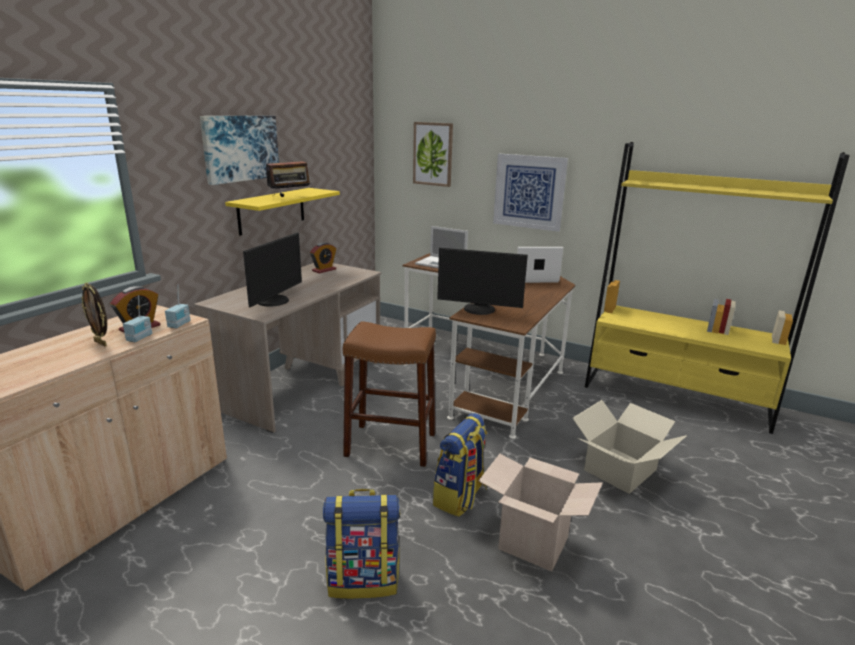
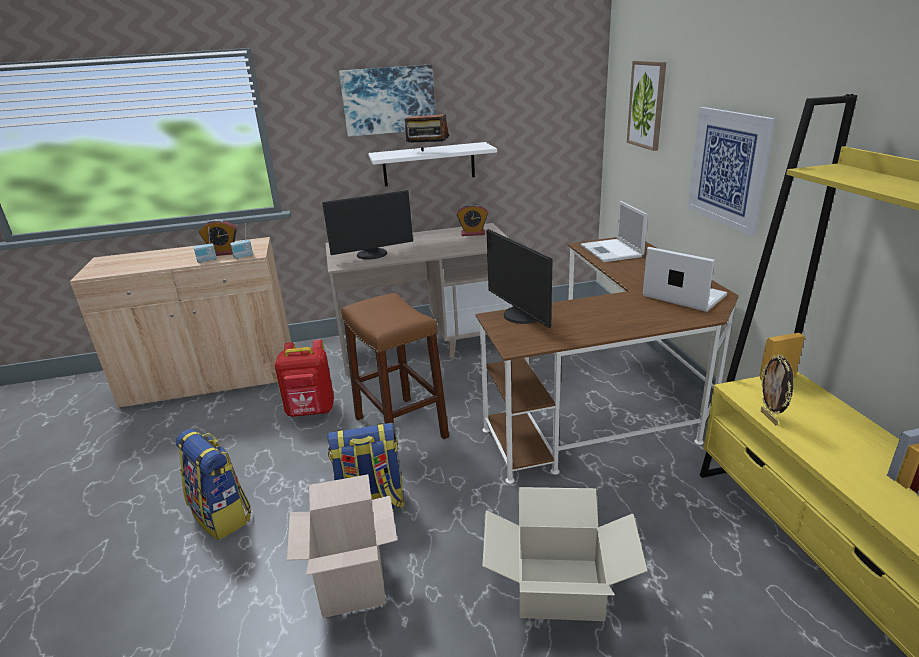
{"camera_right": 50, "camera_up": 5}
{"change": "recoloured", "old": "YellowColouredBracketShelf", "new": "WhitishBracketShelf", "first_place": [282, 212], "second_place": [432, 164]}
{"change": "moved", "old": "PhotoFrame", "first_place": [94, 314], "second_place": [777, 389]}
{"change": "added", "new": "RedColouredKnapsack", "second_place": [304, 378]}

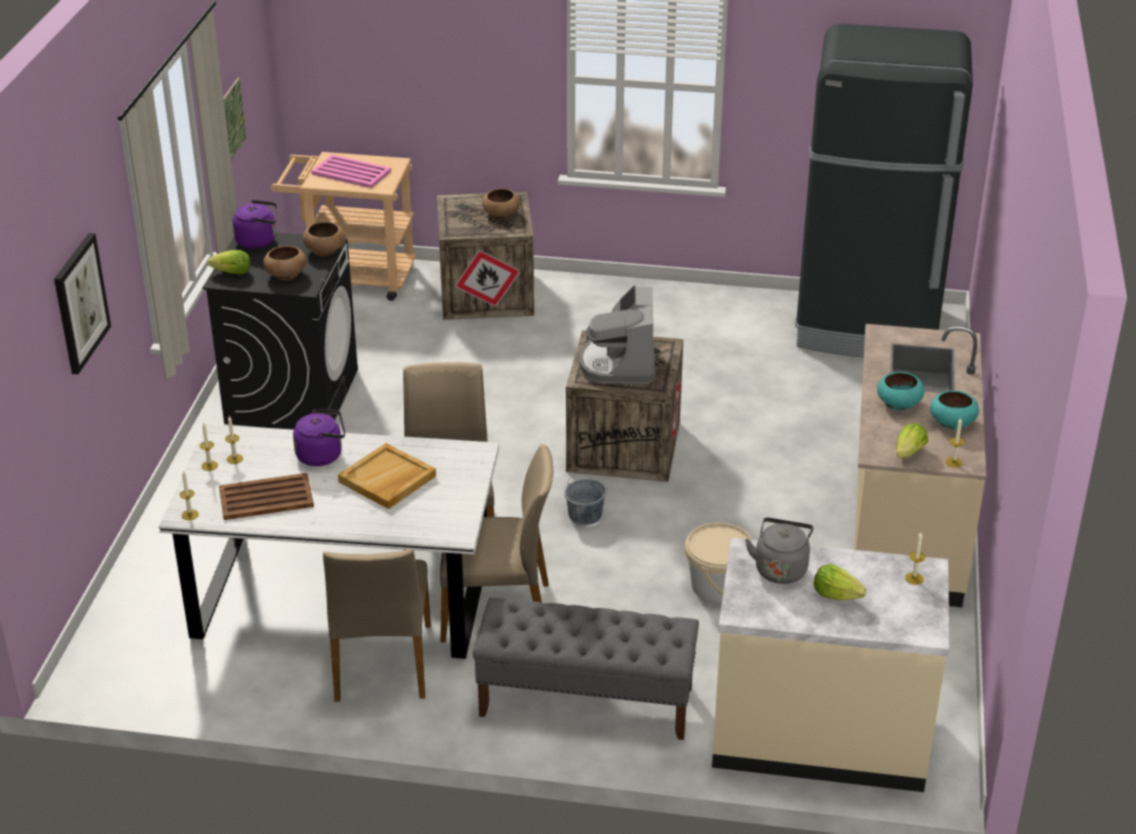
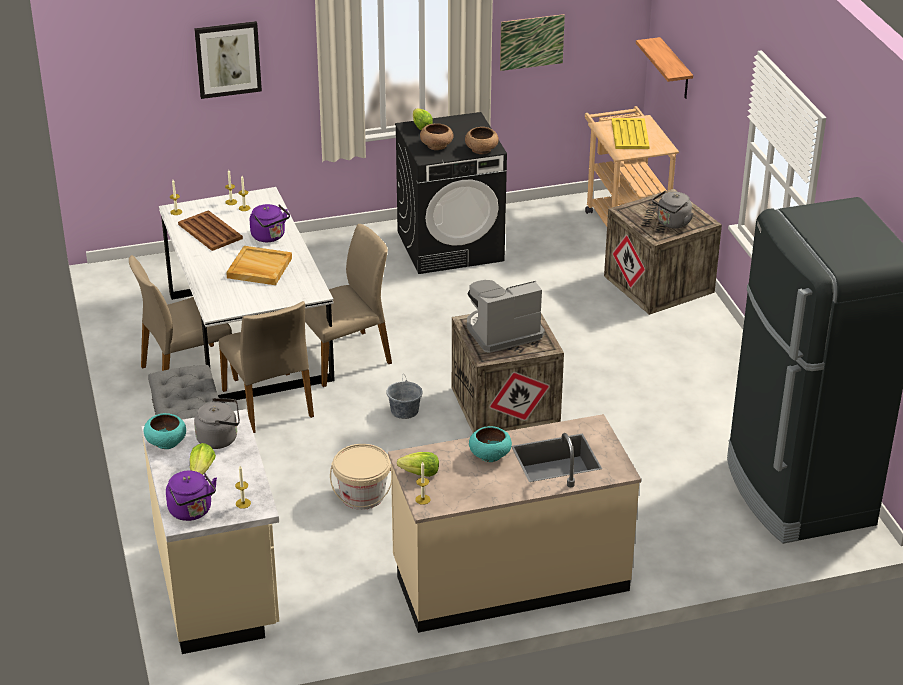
{"camera_right": 65, "camera_up": 0}
{"change": "recoloured", "old": "PinkCarryingTray", "new": "YellowColouredCarryingTray", "first_place": [351, 171], "second_place": [631, 133]}
{"change": "replaced", "old": "BrownishBowl", "new": "GrayWaterKettle", "first_place": [501, 204], "second_place": [672, 209]}
{"change": "moved", "old": "PurpleColouredWaterKettle", "first_place": [254, 224], "second_place": [191, 496]}
{"change": "moved", "old": "TurquoiseBowl", "first_place": [954, 410], "second_place": [165, 431]}
{"change": "added", "new": "BracketShelf", "second_place": [664, 68]}

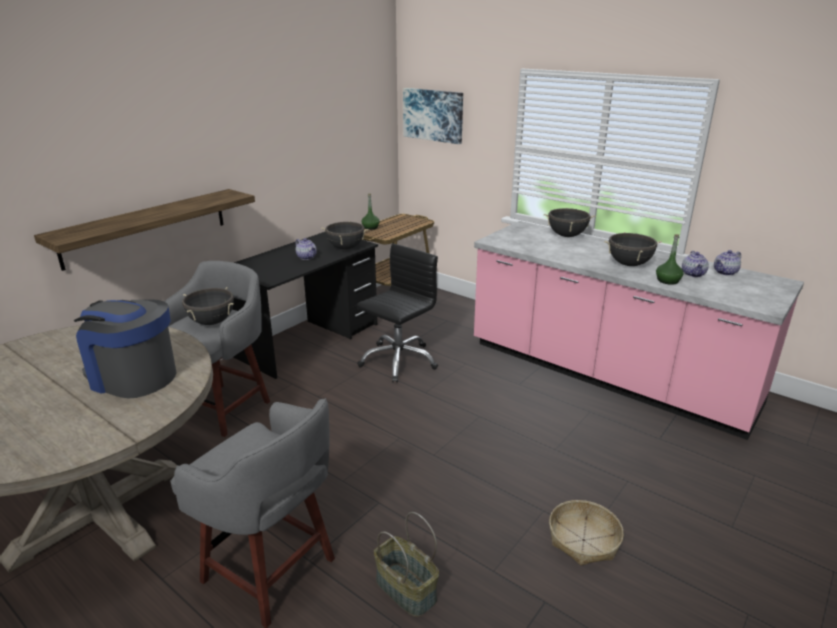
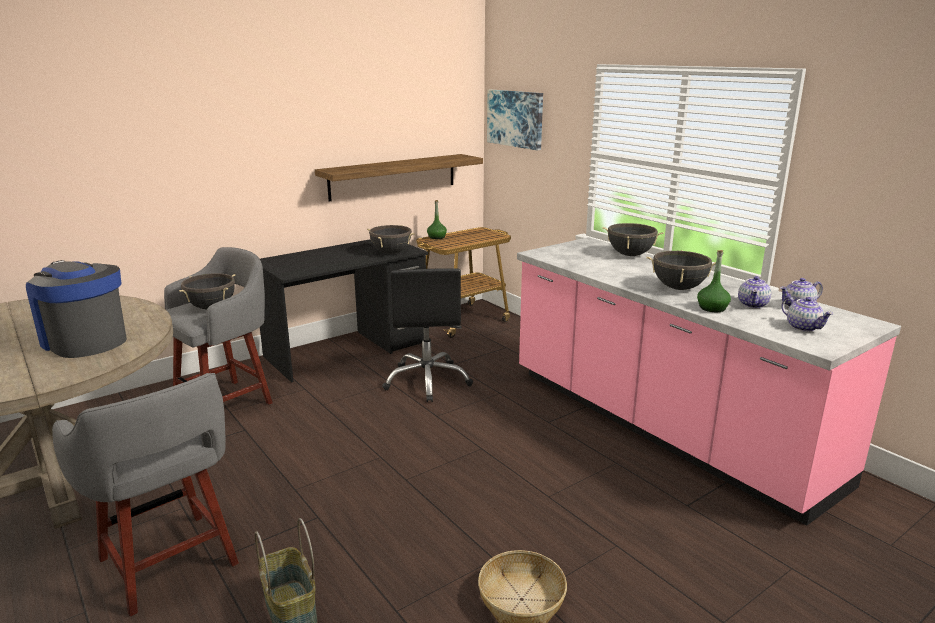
{"camera_right": 15, "camera_up": -5}
{"change": "moved", "old": "BracketShelf", "first_place": [144, 230], "second_place": [399, 178]}
{"change": "moved", "old": "Teapot", "first_place": [306, 249], "second_place": [807, 314]}
{"change": "turned", "old": "BlackComputerChair", "first_place": [397, 313], "second_place": [427, 335], "degrees": 120}

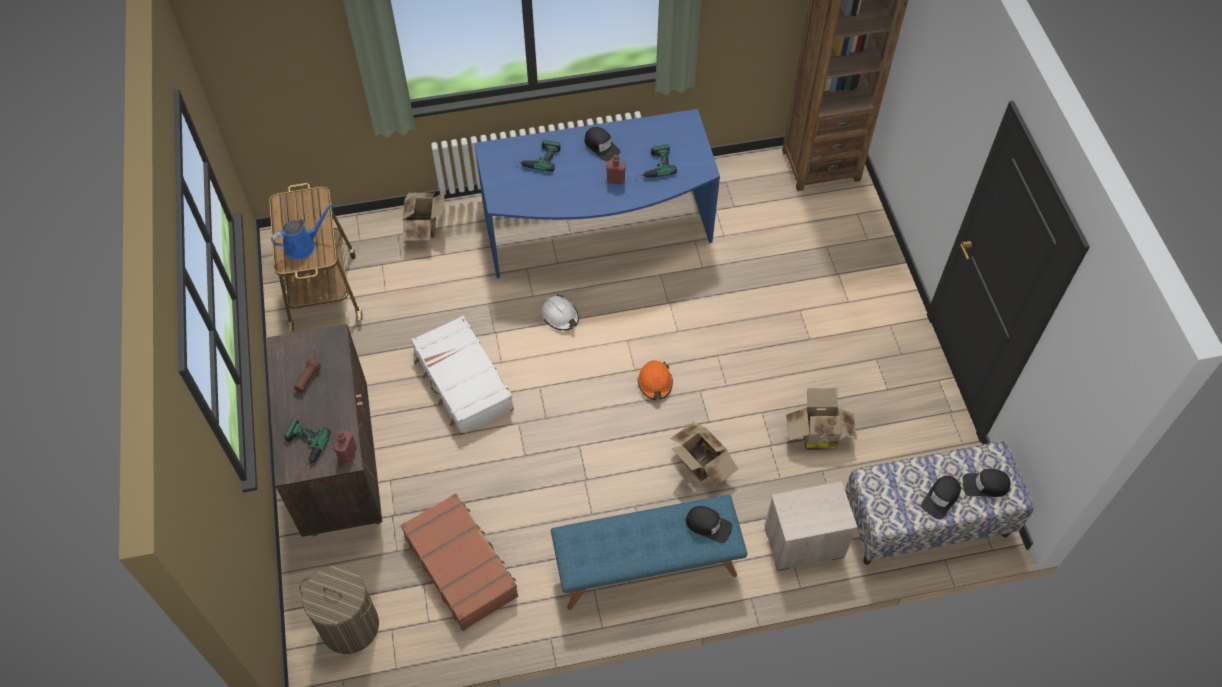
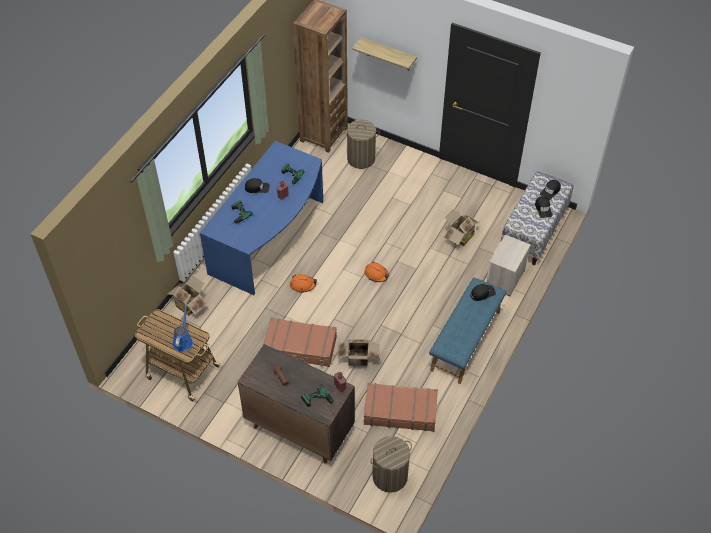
{"camera_right": -50, "camera_up": -5}
{"change": "recoloured", "old": "WhitishHardHat", "new": "OrangeHardHat", "first_place": [560, 312], "second_place": [303, 283]}
{"change": "recoloured", "old": "WhitishSuitcase", "new": "BrownishSuitcase", "first_place": [462, 375], "second_place": [300, 342]}
{"change": "moved", "old": "CardboardBox", "first_place": [704, 454], "second_place": [358, 352]}
{"change": "added", "new": "BracketShelf", "second_place": [384, 53]}
{"change": "added", "new": "Hamper", "second_place": [362, 144]}

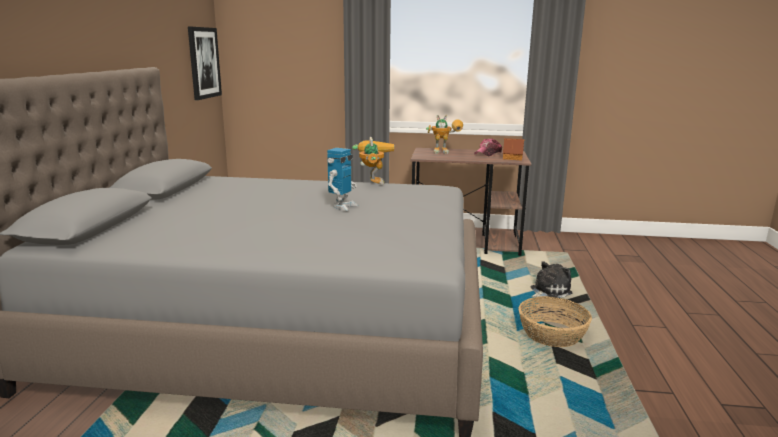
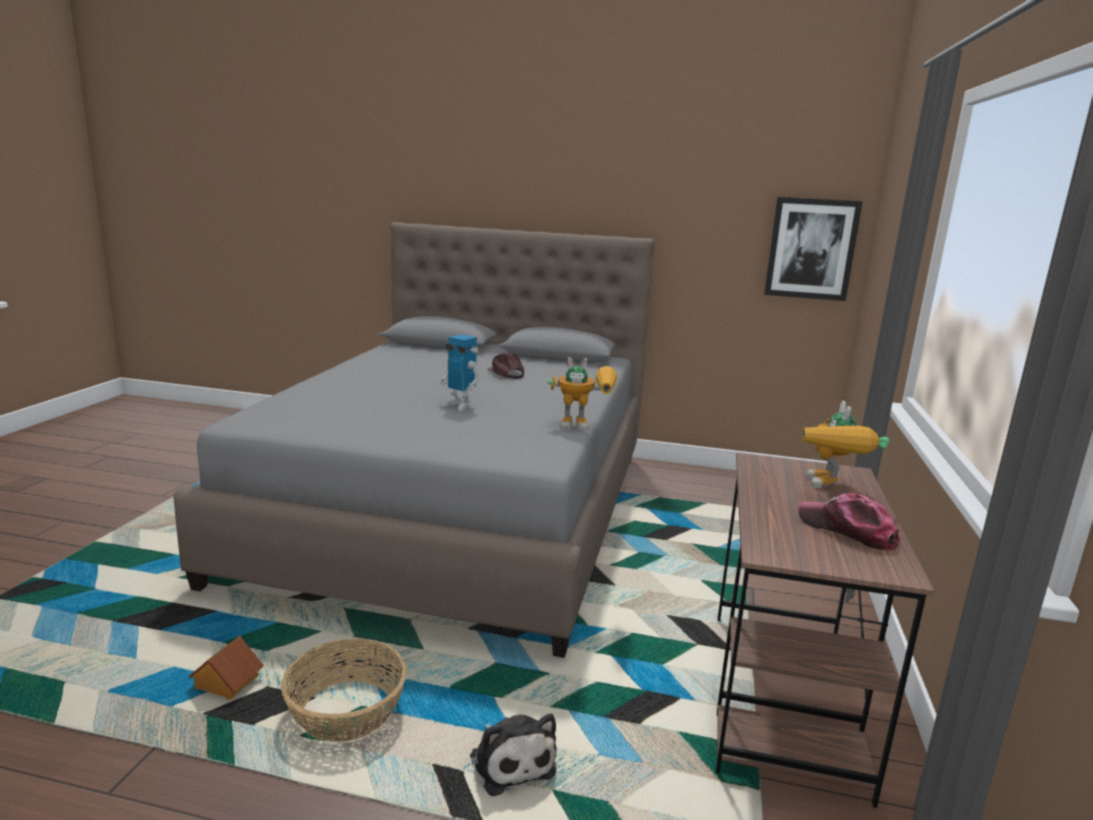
{"camera_right": 95, "camera_up": 0}
{"change": "moved", "old": "ModelHouse", "first_place": [514, 149], "second_place": [226, 668]}
{"change": "added", "new": "BrownishCap", "second_place": [506, 365]}

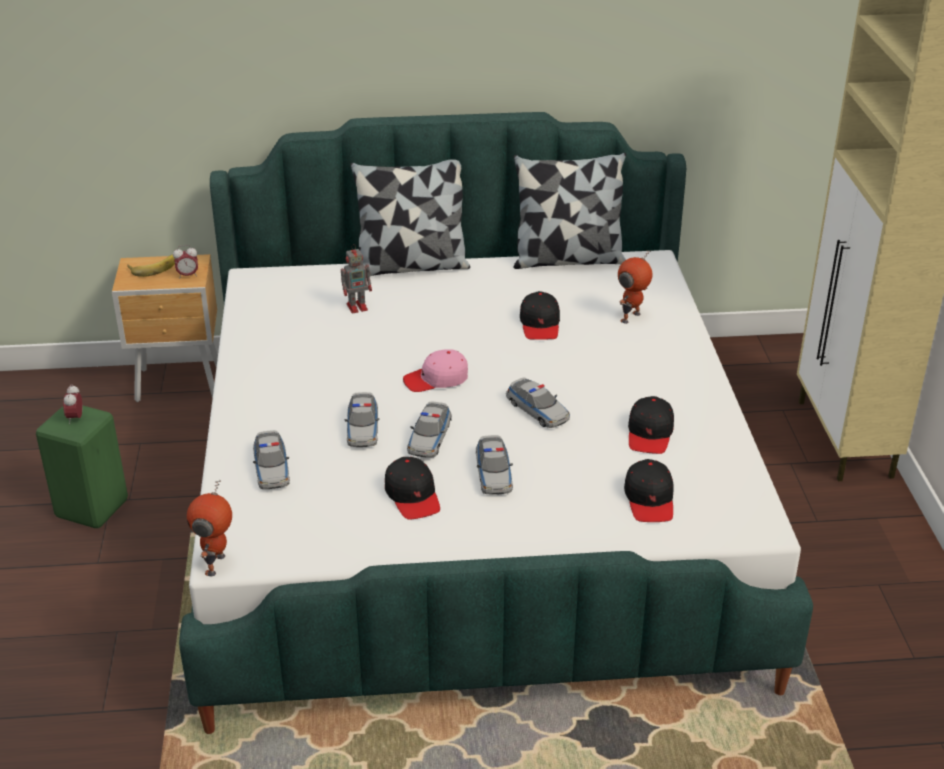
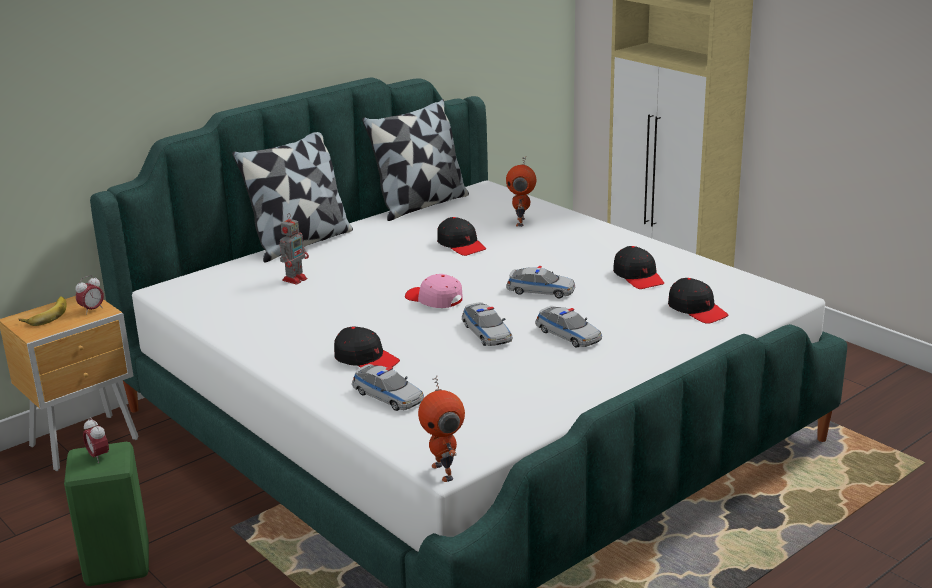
{"camera_right": -35, "camera_up": -10}
{"change": "turned", "old": "PinkCap", "first_place": [435, 370], "second_place": [434, 291], "degrees": 90}
{"change": "removed", "old": "ModelCar", "first_place": [362, 419]}
{"change": "moved", "old": "BlackCap", "first_place": [412, 488], "second_place": [367, 347]}

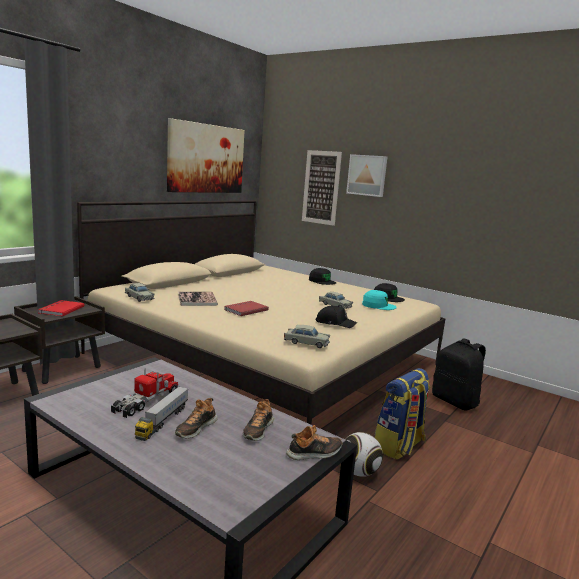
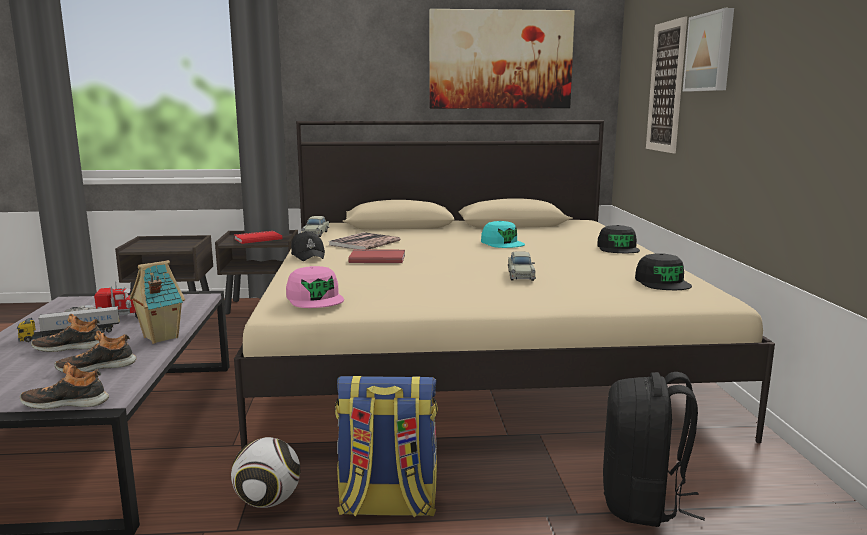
{"camera_right": 50, "camera_up": 0}
{"change": "moved", "old": "TurquoiseCap", "first_place": [379, 300], "second_place": [503, 234]}
{"change": "moved", "old": "BlackCap", "first_place": [336, 316], "second_place": [308, 246]}
{"change": "replaced", "old": "BeigeModelCar", "new": "PinkCap", "first_place": [307, 336], "second_place": [315, 287]}
{"change": "turned", "old": "ItemOfFootwear", "first_place": [314, 442], "second_place": [64, 385], "degrees": 150}
{"change": "added", "new": "ModelHouse", "second_place": [157, 302]}

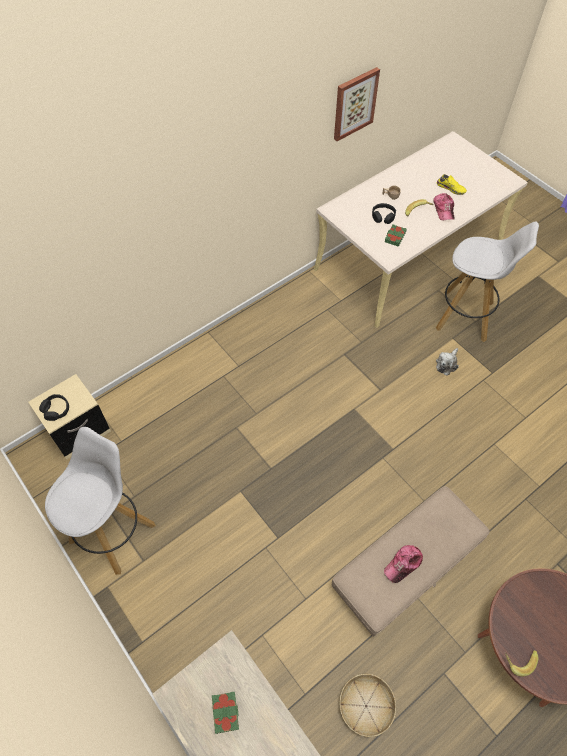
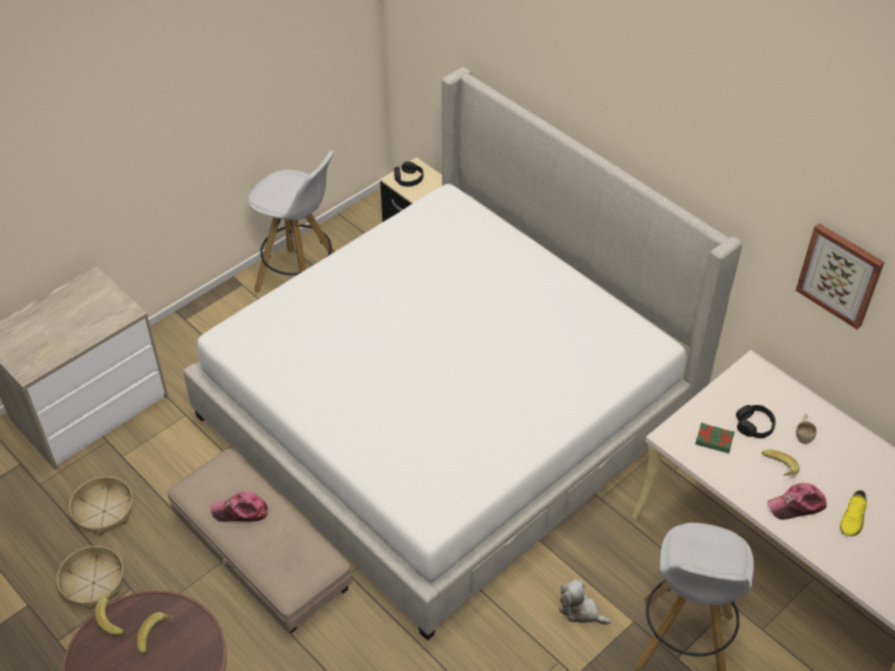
{"camera_right": 85, "camera_up": -10}
{"change": "turned", "old": "Cap", "first_place": [403, 564], "second_place": [239, 507], "degrees": -45}
{"change": "removed", "old": "GreenishBook", "first_place": [225, 713]}
{"change": "added", "new": "SleepingBed", "second_place": [463, 354]}
{"change": "added", "new": "Basket", "second_place": [90, 578]}
{"change": "added", "new": "Banana", "second_place": [156, 633]}

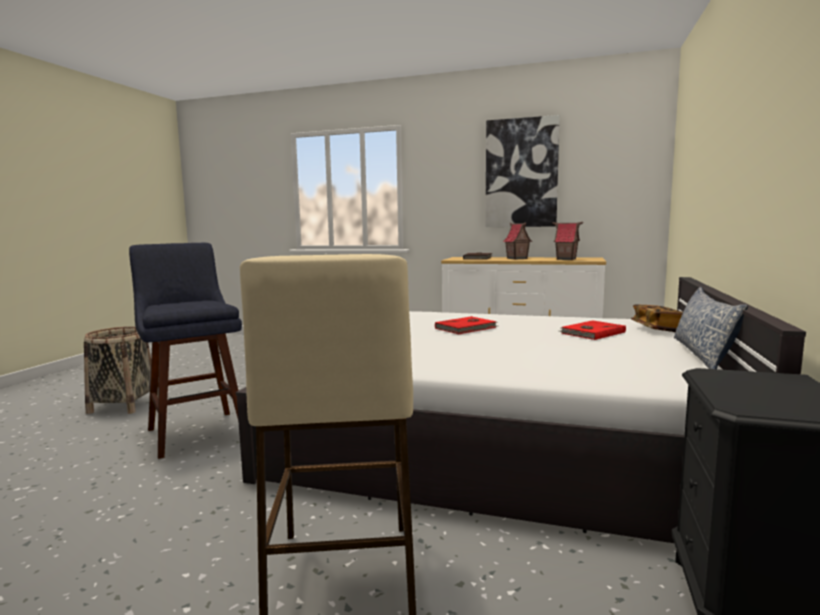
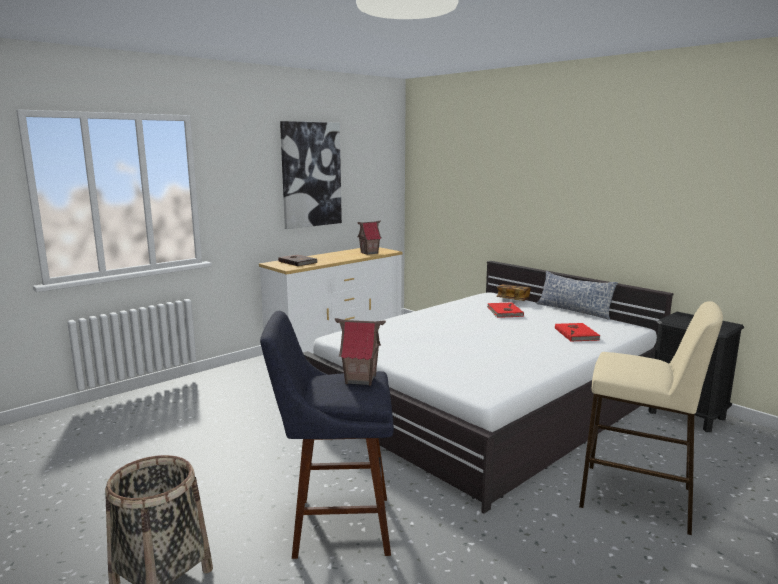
{"camera_right": -60, "camera_up": 5}
{"change": "moved", "old": "ModelHouse", "first_place": [517, 241], "second_place": [360, 352]}
{"change": "moved", "old": "RedColouredBook", "first_place": [466, 325], "second_place": [578, 332]}

